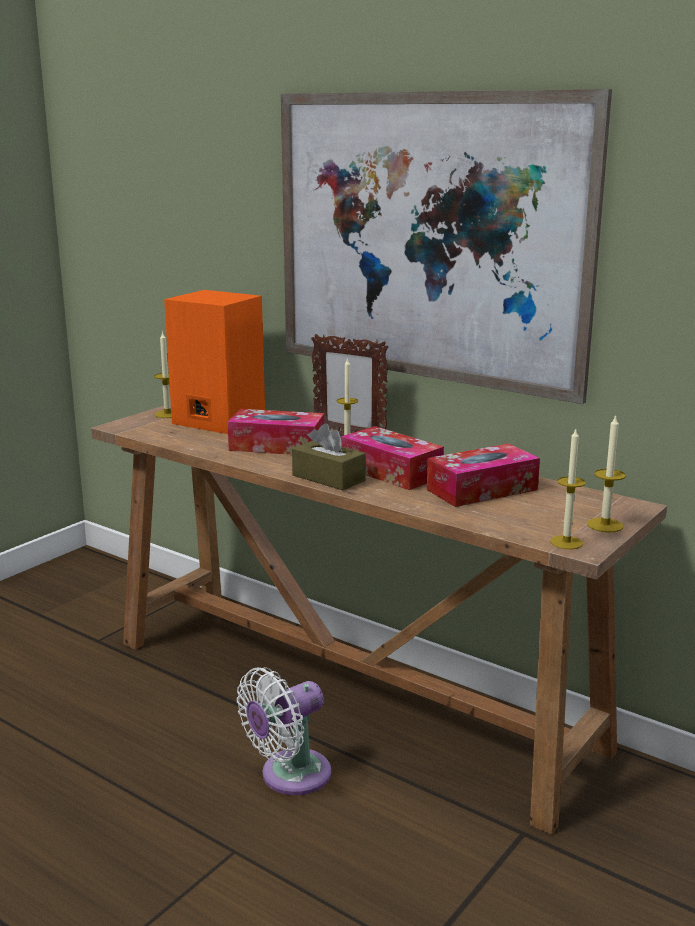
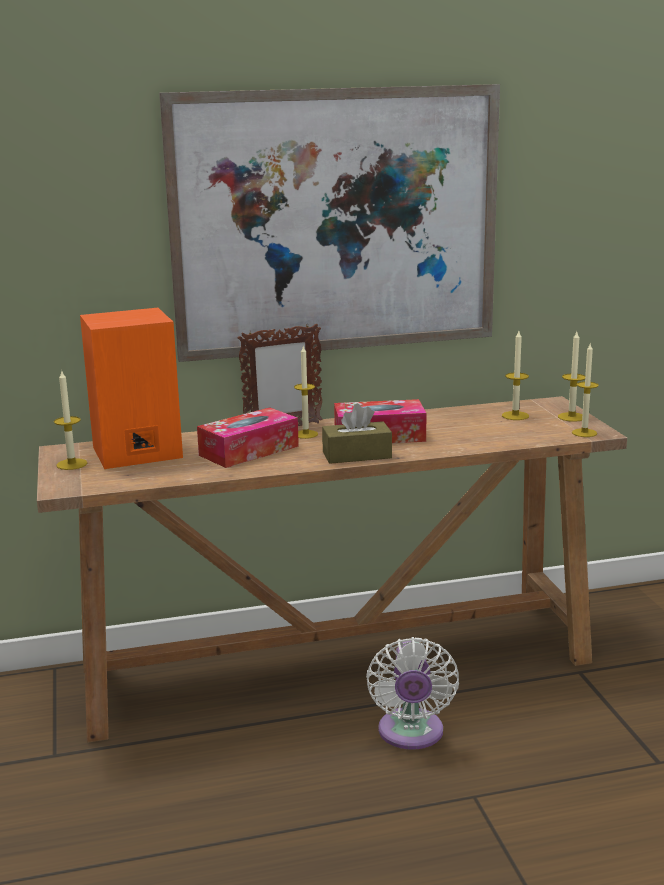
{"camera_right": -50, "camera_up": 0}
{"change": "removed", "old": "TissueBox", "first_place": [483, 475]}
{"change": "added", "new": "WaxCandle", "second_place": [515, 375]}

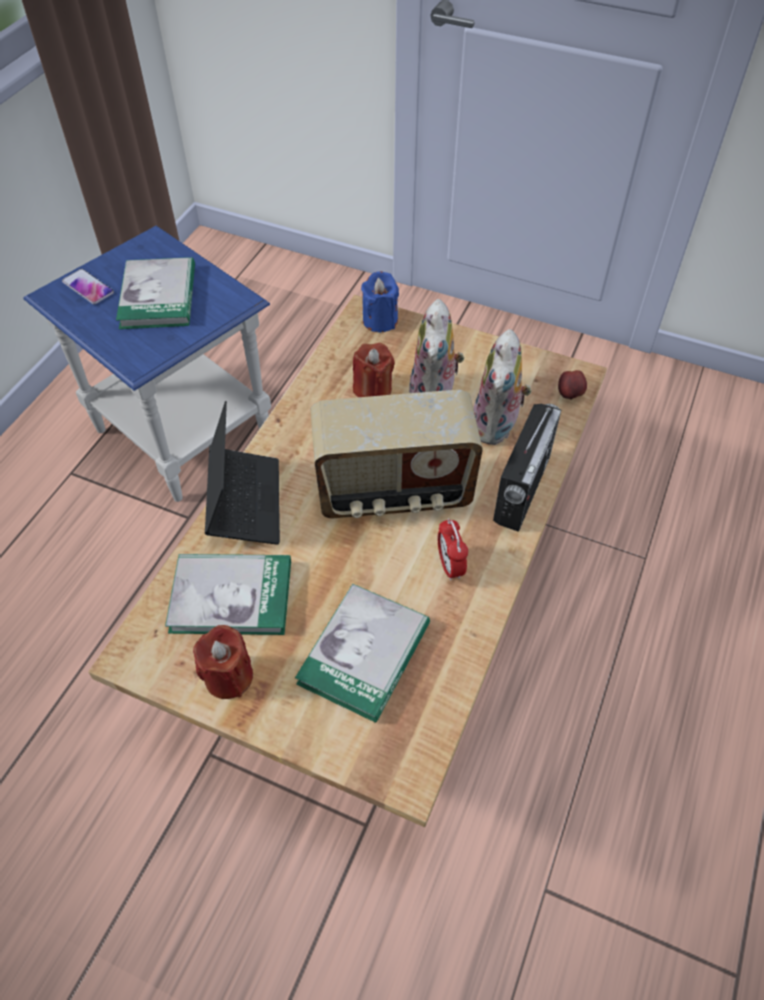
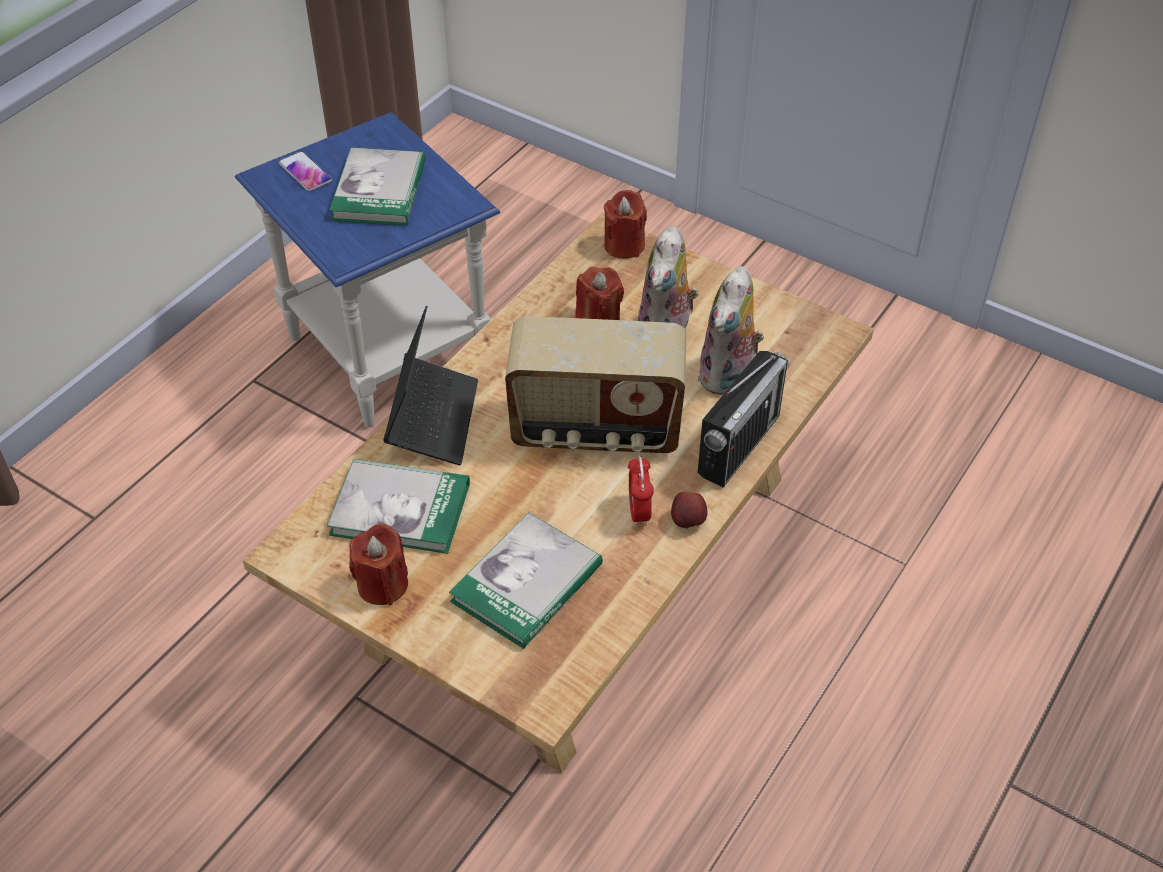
{"camera_right": 10, "camera_up": -5}
{"change": "recoloured", "old": "BlueColouredWaxCandle", "new": "RedColouredWaxCandle", "first_place": [380, 301], "second_place": [625, 224]}
{"change": "moved", "old": "Apple", "first_place": [572, 385], "second_place": [689, 510]}

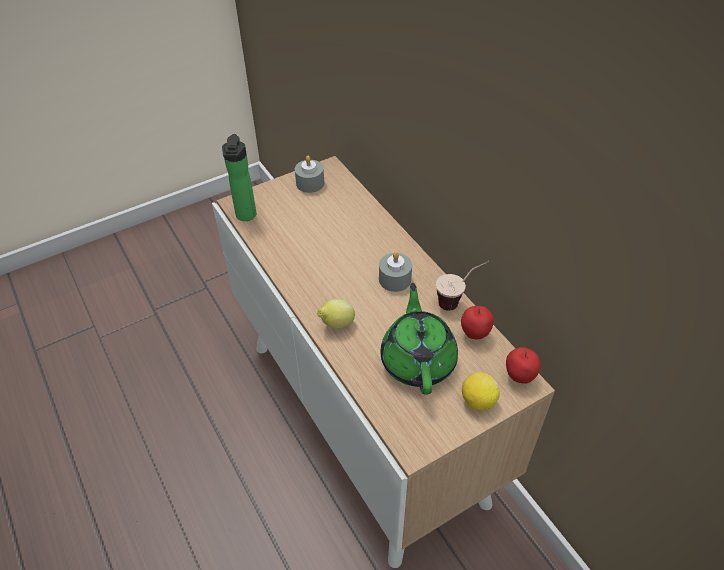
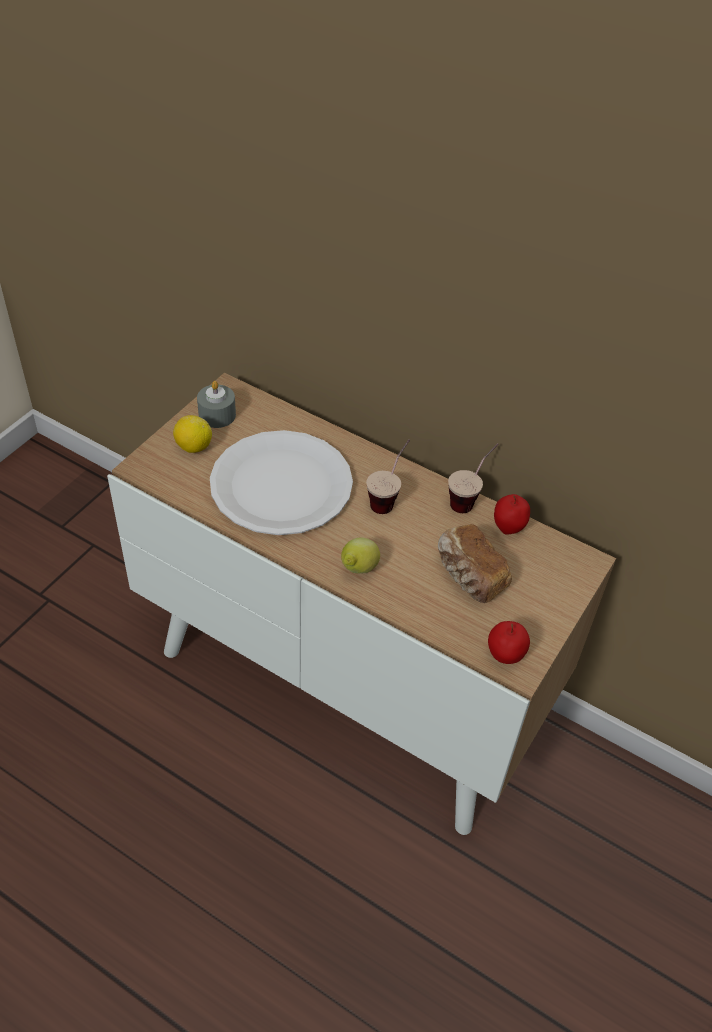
{"camera_right": -30, "camera_up": 0}
{"change": "removed", "old": "DrinkBottle", "first_place": [239, 177]}
{"change": "replaced", "old": "GrayWaxCandle", "new": "DrinkingCup", "first_place": [395, 272], "second_place": [388, 476]}
{"change": "replaced", "old": "GreenishTeapot", "new": "Bread", "first_place": [419, 339], "second_place": [475, 563]}
{"change": "moved", "old": "Apple", "first_place": [523, 365], "second_place": [509, 642]}
{"change": "moved", "old": "Lemon", "first_place": [481, 391], "second_place": [192, 434]}
{"change": "added", "new": "WhitishDinnerPlate", "second_place": [281, 482]}

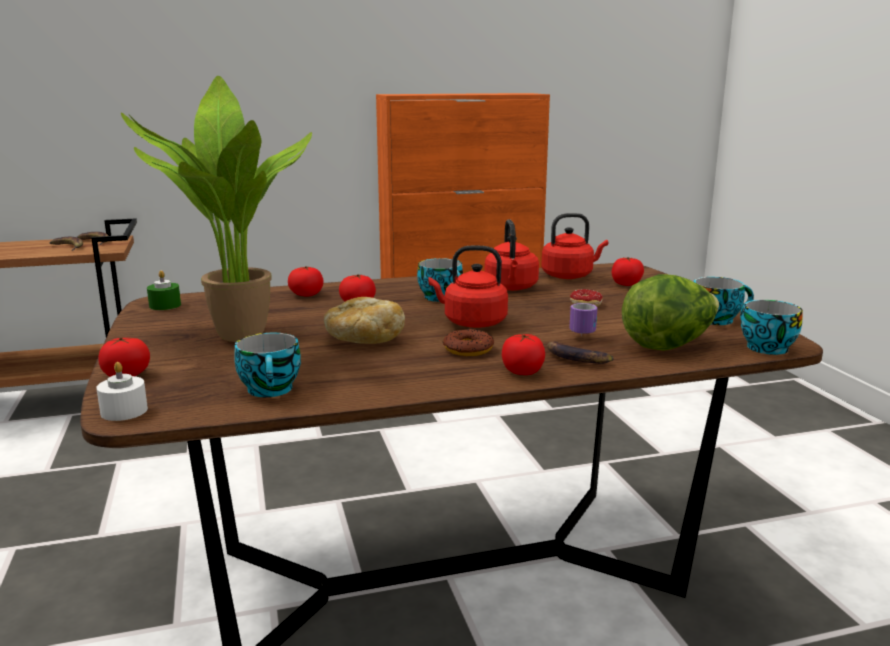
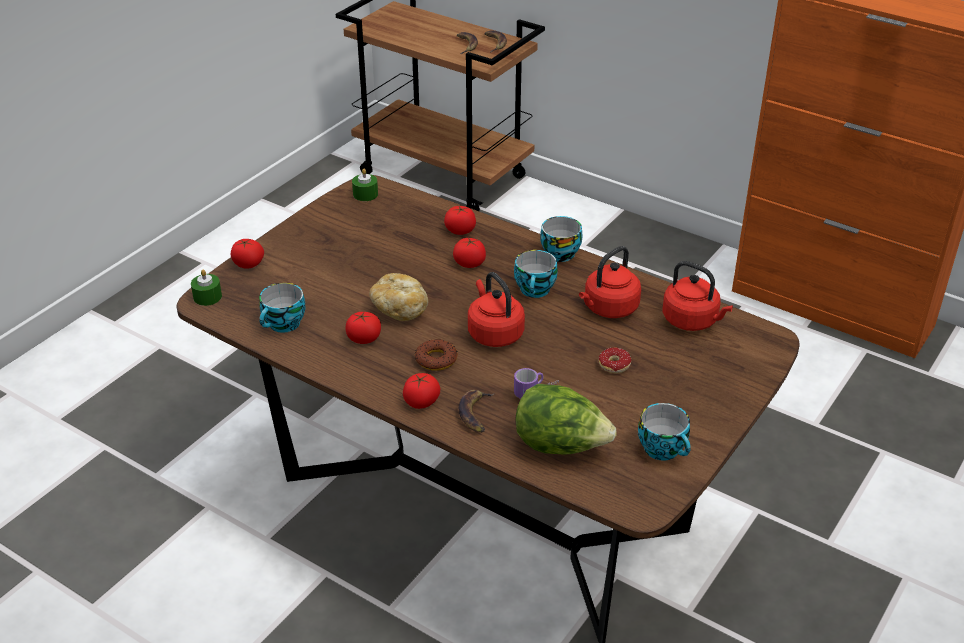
{"camera_right": 50, "camera_up": 20}
{"change": "removed", "old": "Houseplant", "first_place": [216, 209]}
{"change": "moved", "old": "FreshTomato", "first_place": [628, 271], "second_place": [363, 327]}
{"change": "moved", "old": "DrinkingCup", "first_place": [771, 327], "second_place": [561, 239]}
{"change": "recoloured", "old": "WhitishWaxCandle", "new": "GreenishWaxCandle", "first_place": [122, 391], "second_place": [206, 287]}

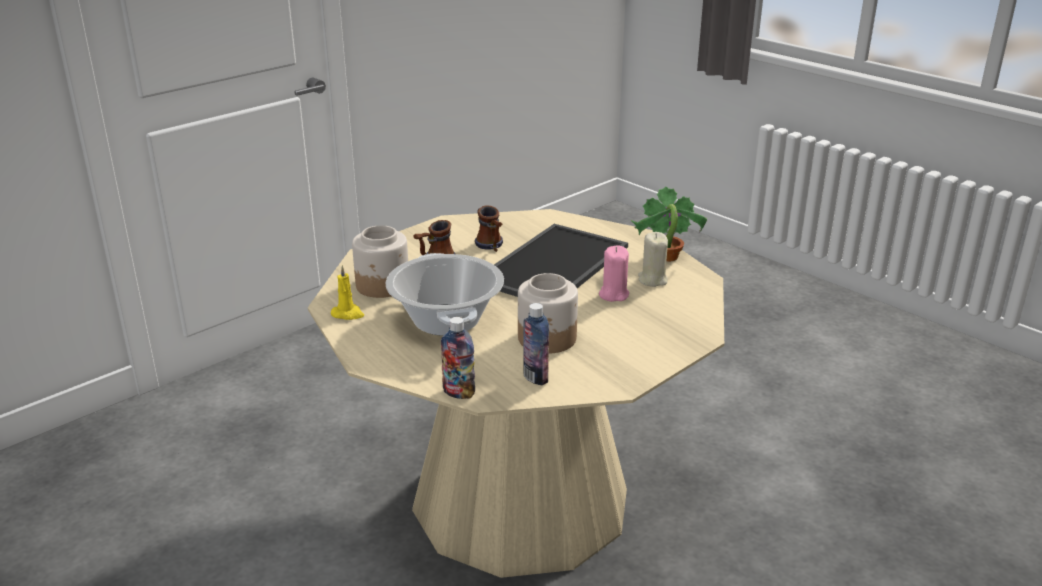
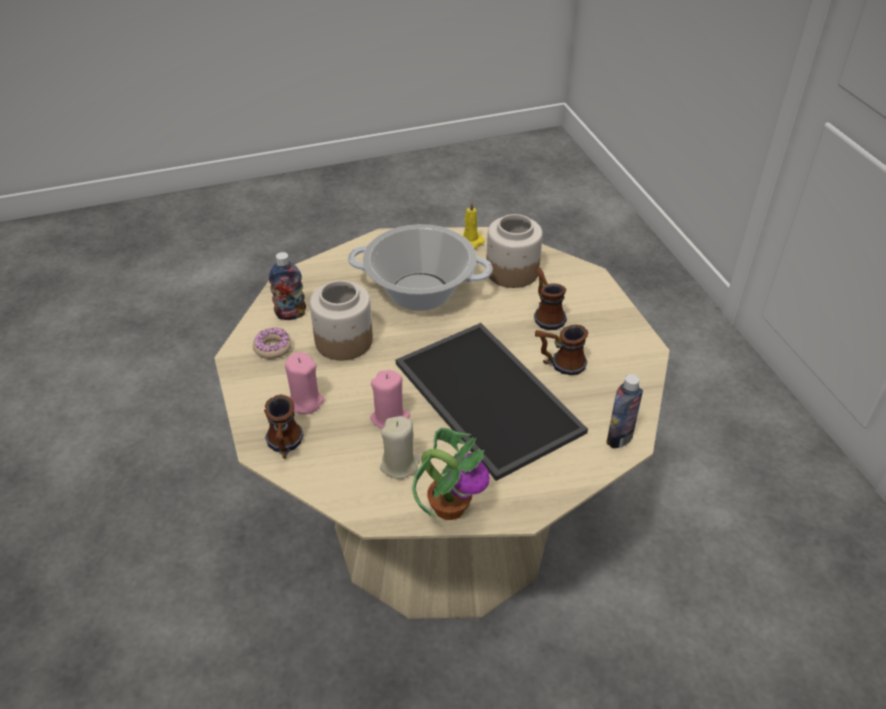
{"camera_right": 115, "camera_up": 15}
{"change": "moved", "old": "DrinkBottle", "first_place": [458, 358], "second_place": [624, 411]}
{"change": "added", "new": "RingDoughnut", "second_place": [272, 343]}
{"change": "added", "new": "PinkWaxCandle", "second_place": [304, 383]}
{"change": "added", "new": "CoffeeMug", "second_place": [284, 427]}

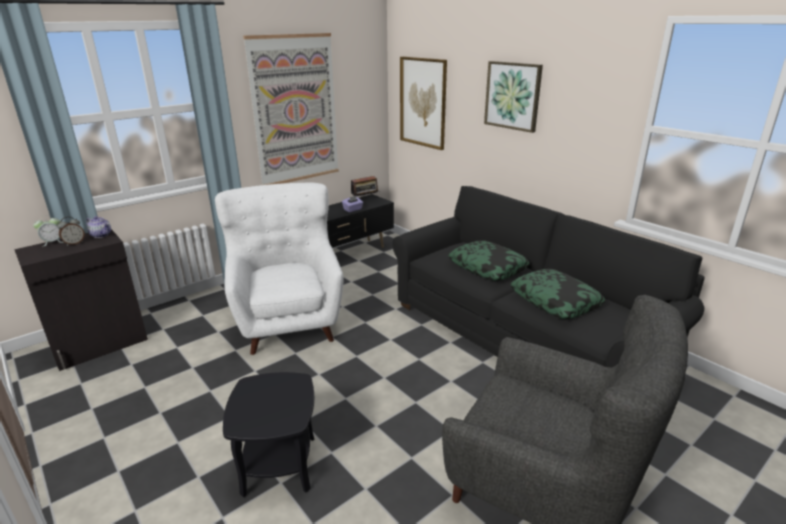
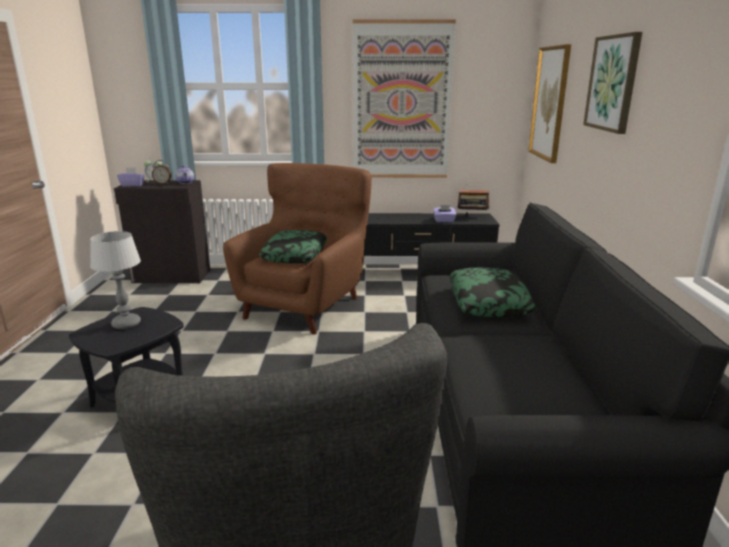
{"camera_right": 40, "camera_up": -5}
{"change": "recoloured", "old": "WhitishEasyChair", "new": "BrownishEasyChair", "first_place": [279, 269], "second_place": [297, 249]}
{"change": "moved", "old": "Cushion", "first_place": [557, 294], "second_place": [293, 246]}
{"change": "added", "new": "PurpleColouredTissueBox", "second_place": [131, 177]}
{"change": "added", "new": "TabletopLamp", "second_place": [115, 280]}

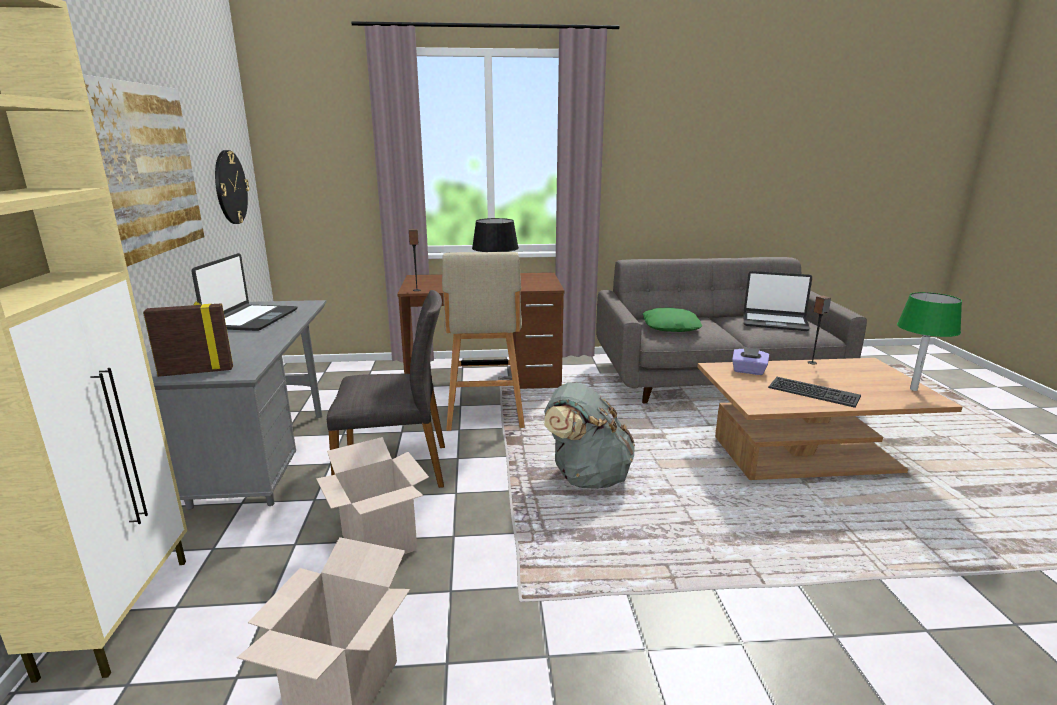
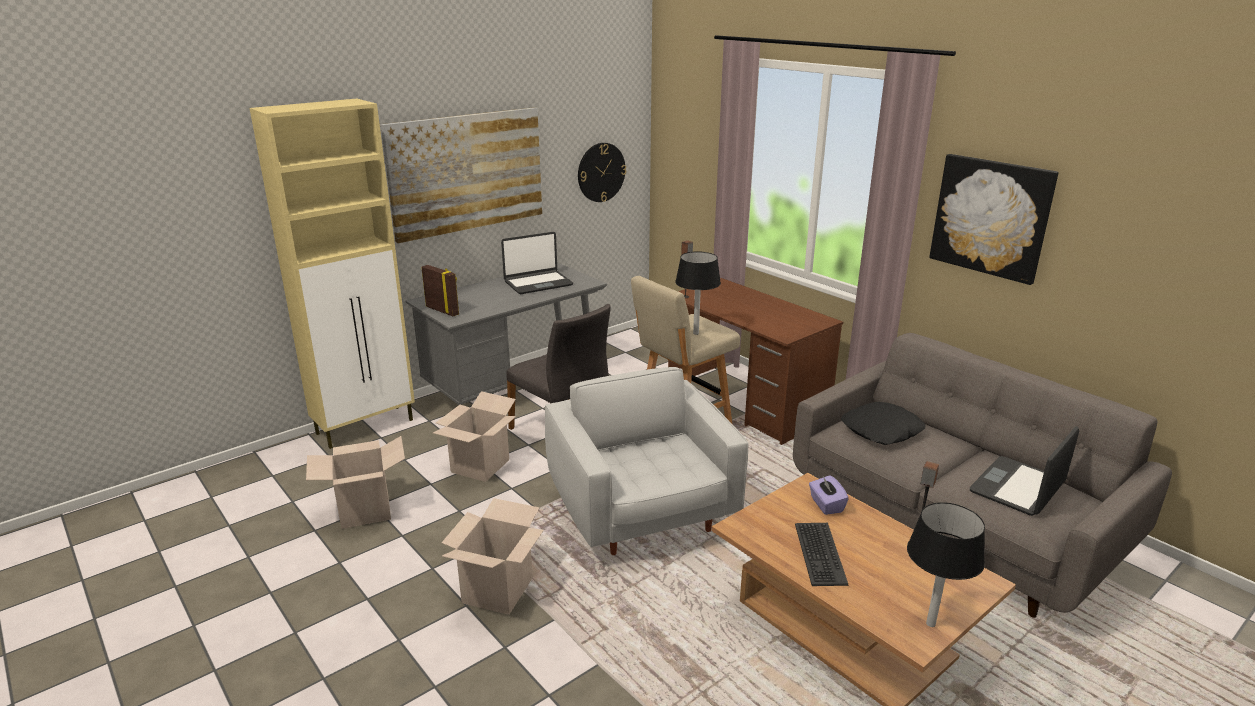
{"camera_right": 55, "camera_up": 5}
{"change": "turned", "old": "NotebookComputer", "first_place": [777, 301], "second_place": [1024, 471], "degrees": 60}
{"change": "recoloured", "old": "GreenishTabletopLamp", "new": "BlackTabletopLamp", "first_place": [929, 341], "second_place": [946, 564]}
{"change": "recoloured", "old": "GreenishCushion", "new": "BlackCushion", "first_place": [672, 319], "second_place": [883, 423]}
{"change": "replaced", "old": "GrayKnapsack", "new": "WhitishEasyChair", "first_place": [589, 436], "second_place": [646, 461]}
{"change": "added", "new": "Picture", "second_place": [994, 219]}
{"change": "added", "new": "CardboardBox", "second_place": [493, 556]}

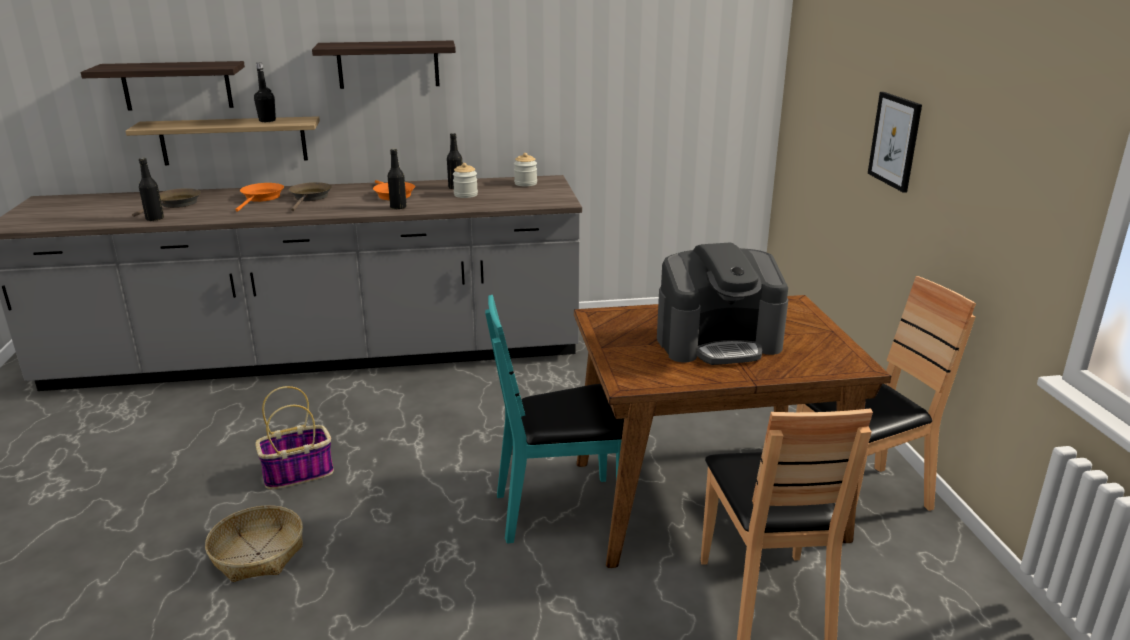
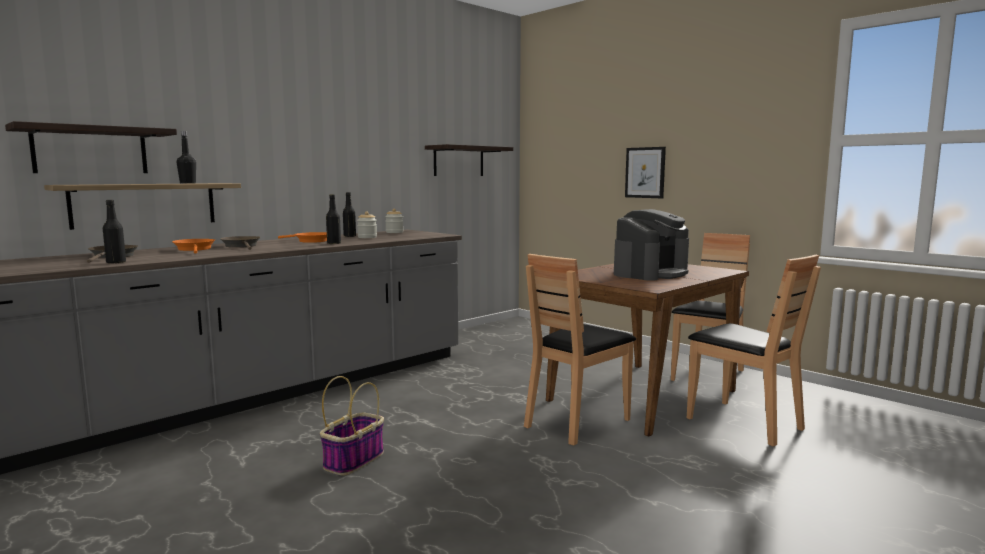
{"camera_right": -35, "camera_up": -15}
{"change": "moved", "old": "BracketShelf", "first_place": [384, 65], "second_place": [469, 160]}
{"change": "recoloured", "old": "TurquoisePlainChair", "new": "BrownishPlainChair", "first_place": [556, 419], "second_place": [580, 350]}
{"change": "removed", "old": "Basket", "first_place": [254, 543]}

